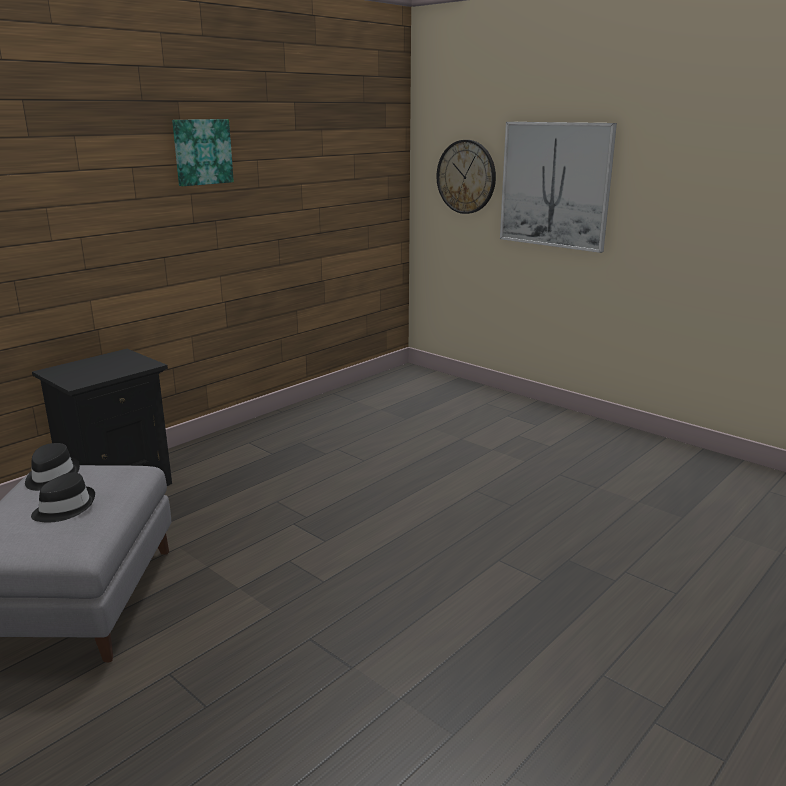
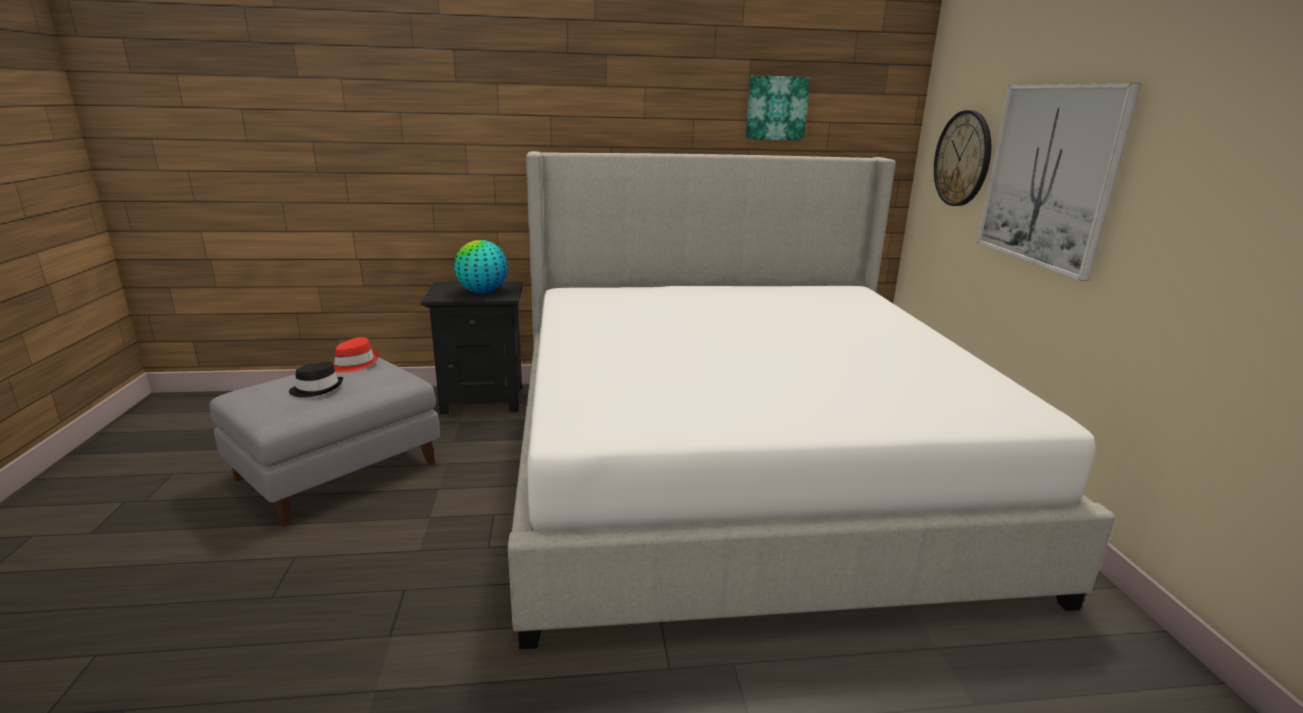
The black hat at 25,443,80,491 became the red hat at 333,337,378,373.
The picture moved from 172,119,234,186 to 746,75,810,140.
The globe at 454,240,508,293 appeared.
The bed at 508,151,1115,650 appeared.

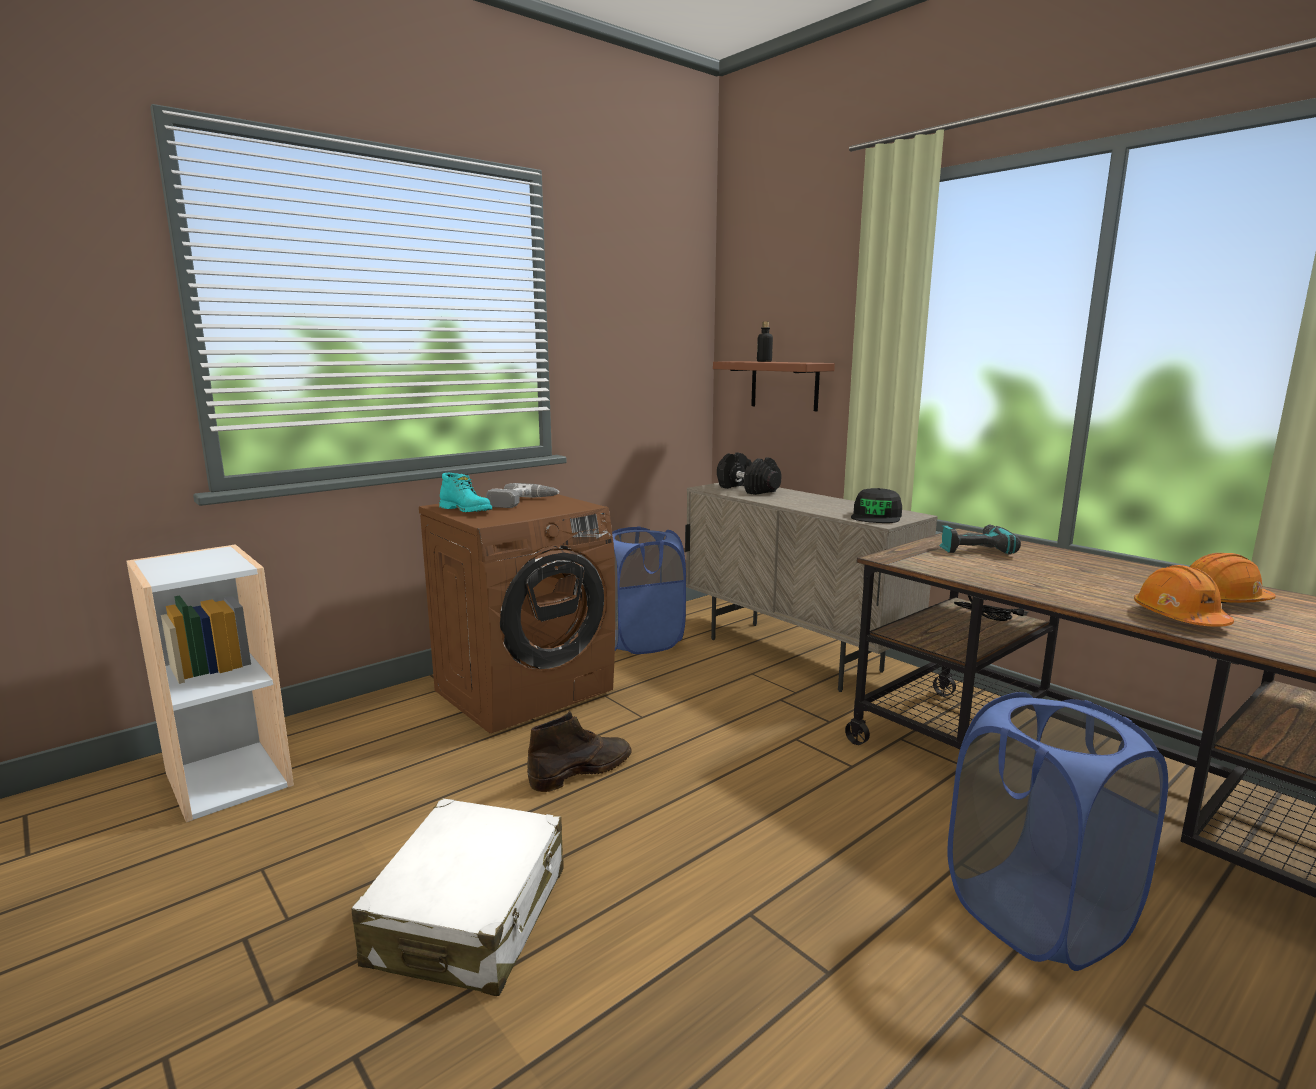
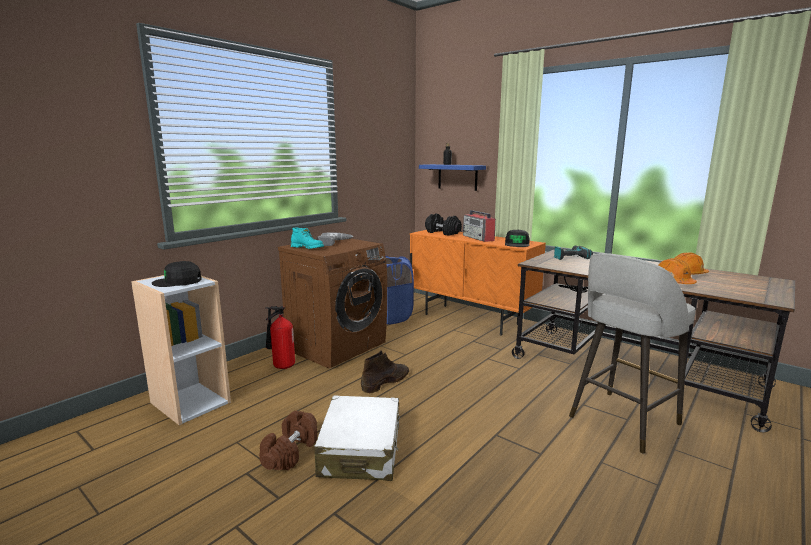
The beige cabinet at 685,483,938,692 became the orange cabinet at 410,230,546,336.
The brown shelf at 713,361,835,411 became the blue shelf at 419,164,486,191.
The blue laundry basket at 947,692,1168,971 was replaced by the grey stool at 569,253,695,454.
The black cap at 152,261,202,287 appeared.
The brown dumbbell at 259,411,317,471 appeared.
The fire extinguisher at 265,306,295,369 appeared.
The radio at 463,210,496,242 appeared.

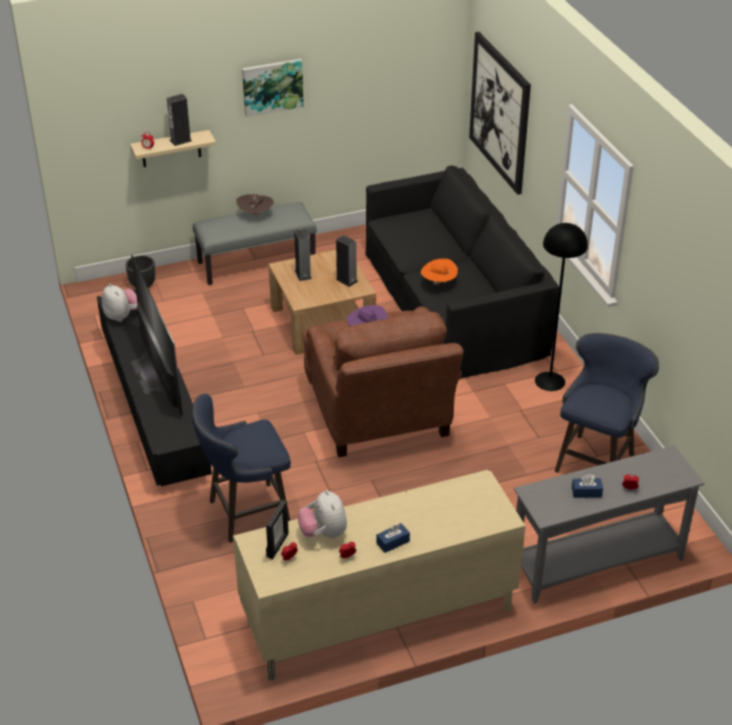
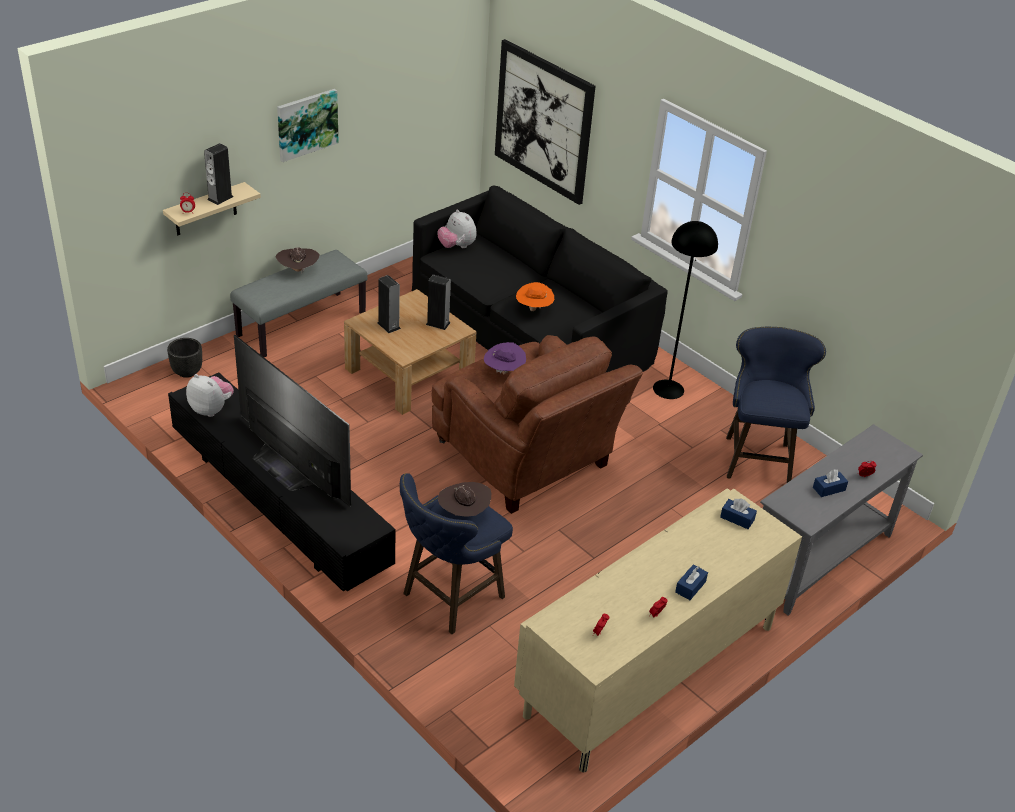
The picture frame at 266,500,289,559 disappeared.
The plush toy moved from 298,490,347,538 to 438,210,477,248.
The brown hat at 438,482,491,517 appeared.
The blue tissue box at 720,498,757,529 appeared.

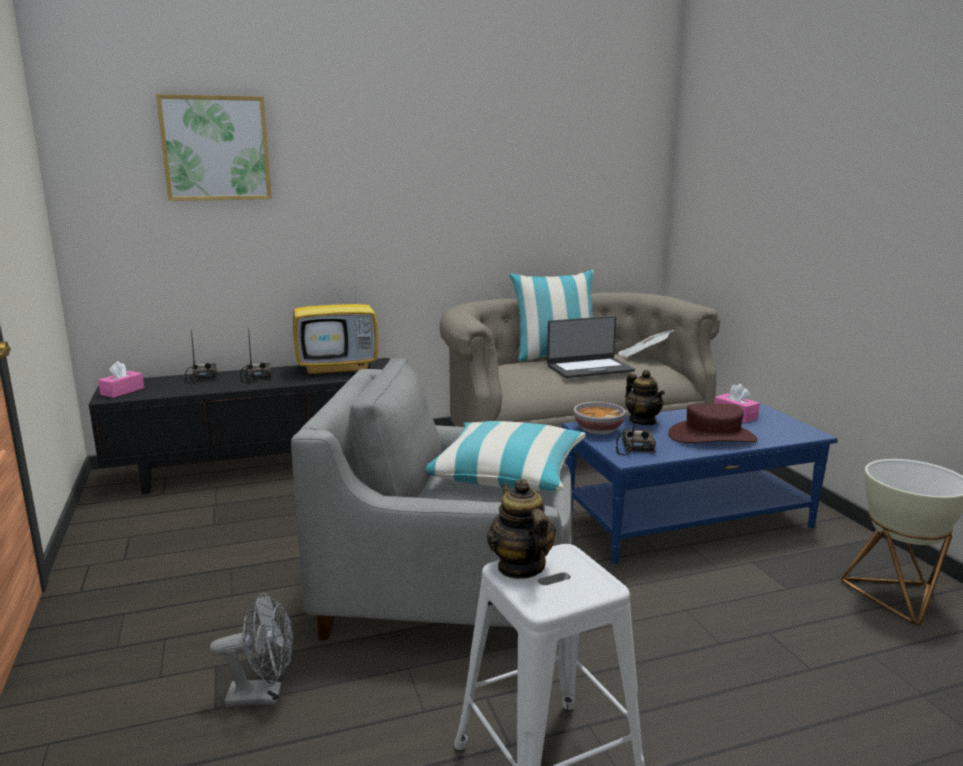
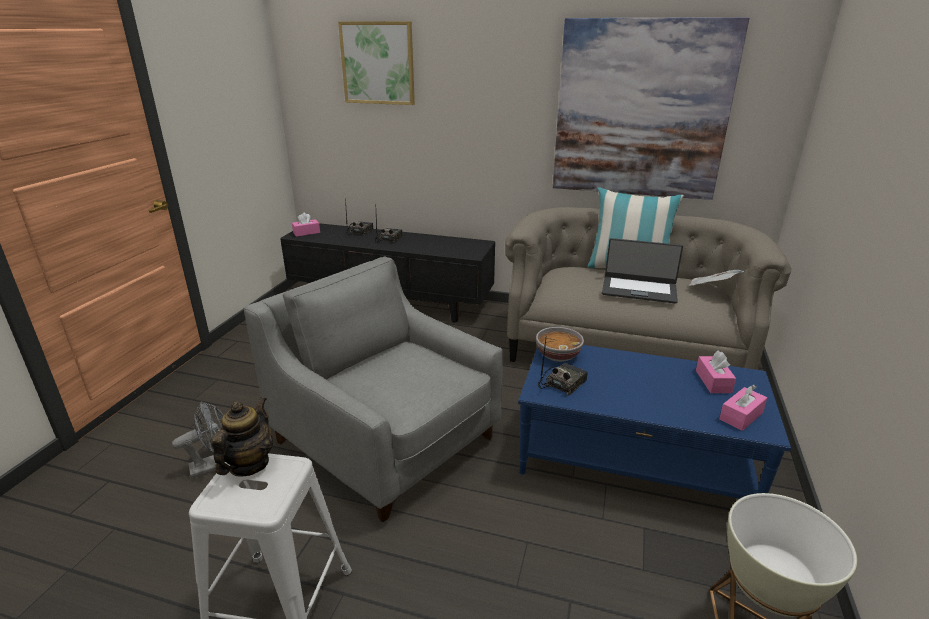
The grey fan at 210,593,293,707 turned 60 degrees counterclockwise.
The television at 293,267,378,376 disappeared.
The pillow at 426,421,586,491 disappeared.
The teapot at 625,370,665,425 disappeared.
The brown hat at 668,404,758,443 disappeared.
The picture at 553,17,750,200 appeared.
The pink tissue box at 719,385,767,431 appeared.

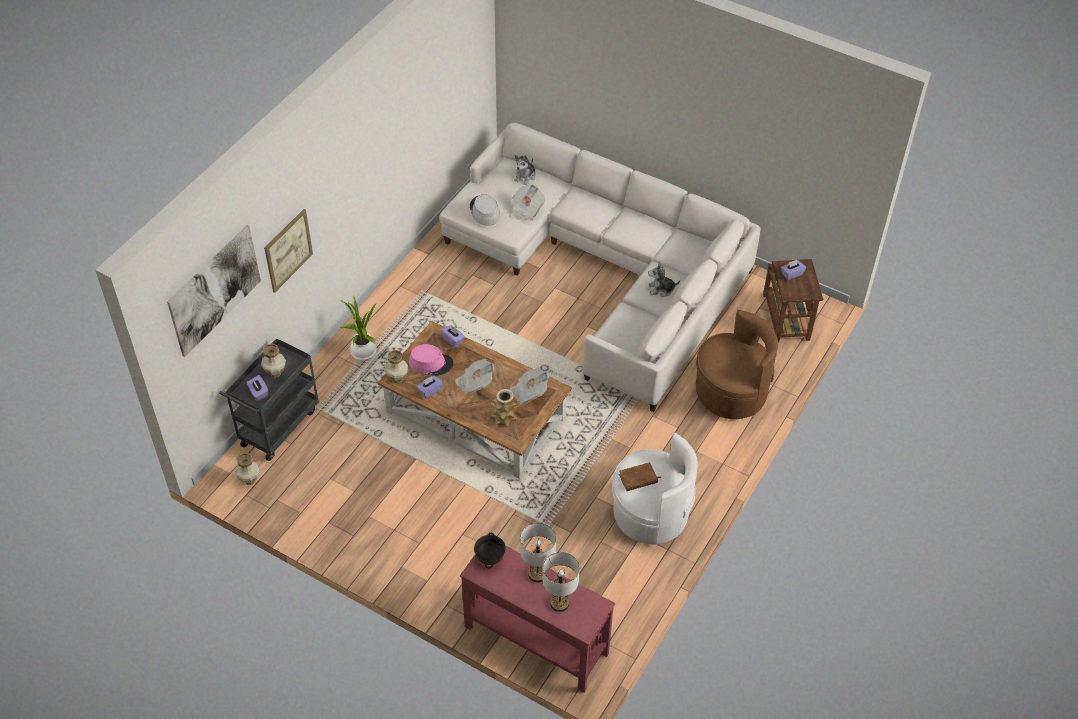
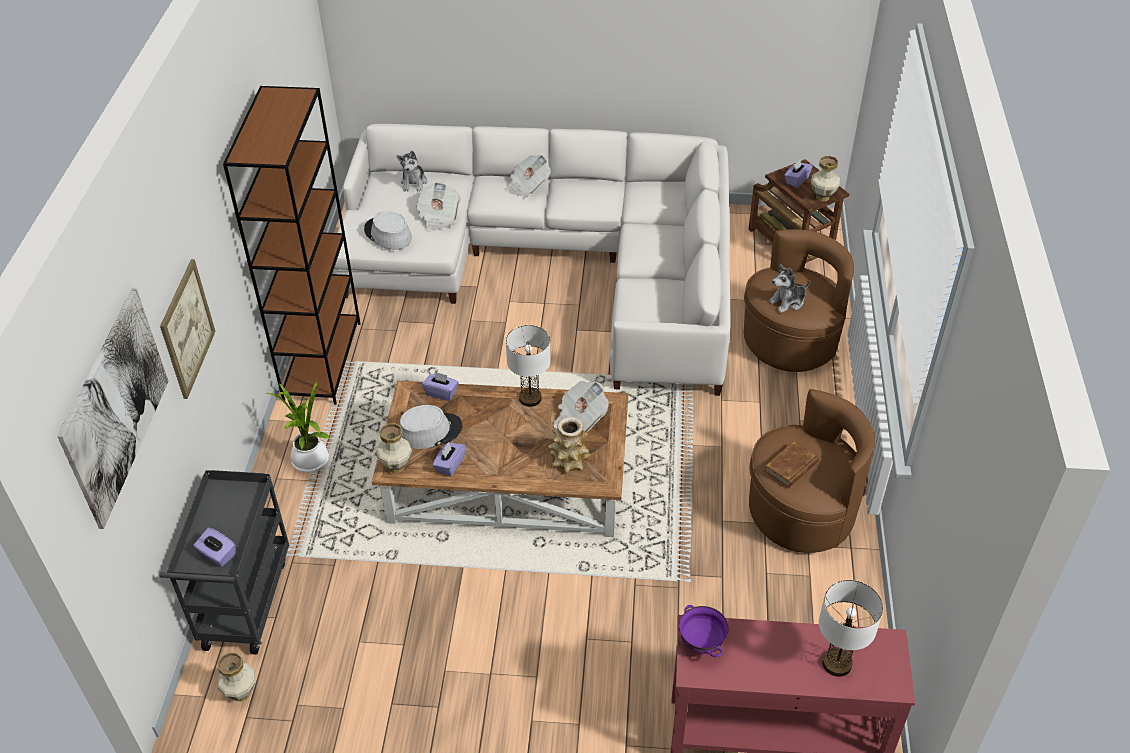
The vase moved from 261,344,286,378 to 811,156,840,202.
The pink hat at 409,344,454,375 became the grey hat at 399,405,463,449.
The newspaper moved from 455,359,495,395 to 506,155,551,197.
The black bowl at 474,533,506,568 became the purple bowl at 679,605,729,657.
The table lamp moved from 520,523,556,582 to 506,325,551,407.
The white armchair at 612,432,698,545 became the brown armchair at 749,389,875,553.
The plush toy moved from 648,262,680,297 to 768,264,810,313.
The brown bookcase at 223,86,361,405 appeared.

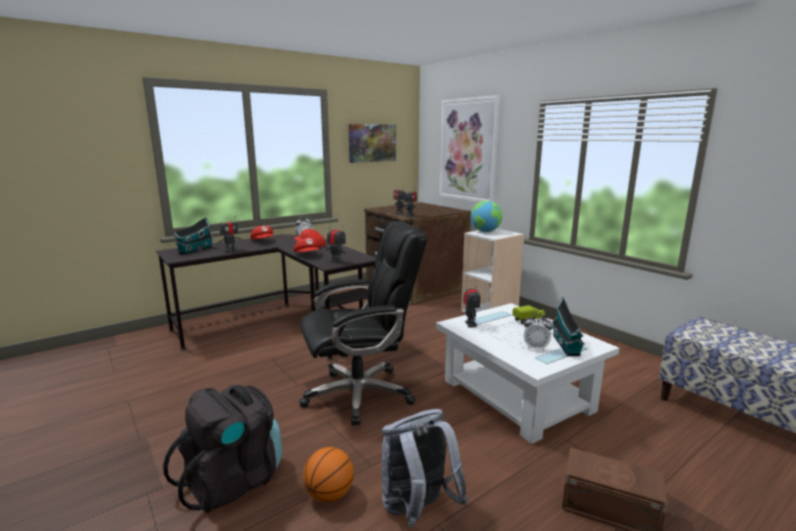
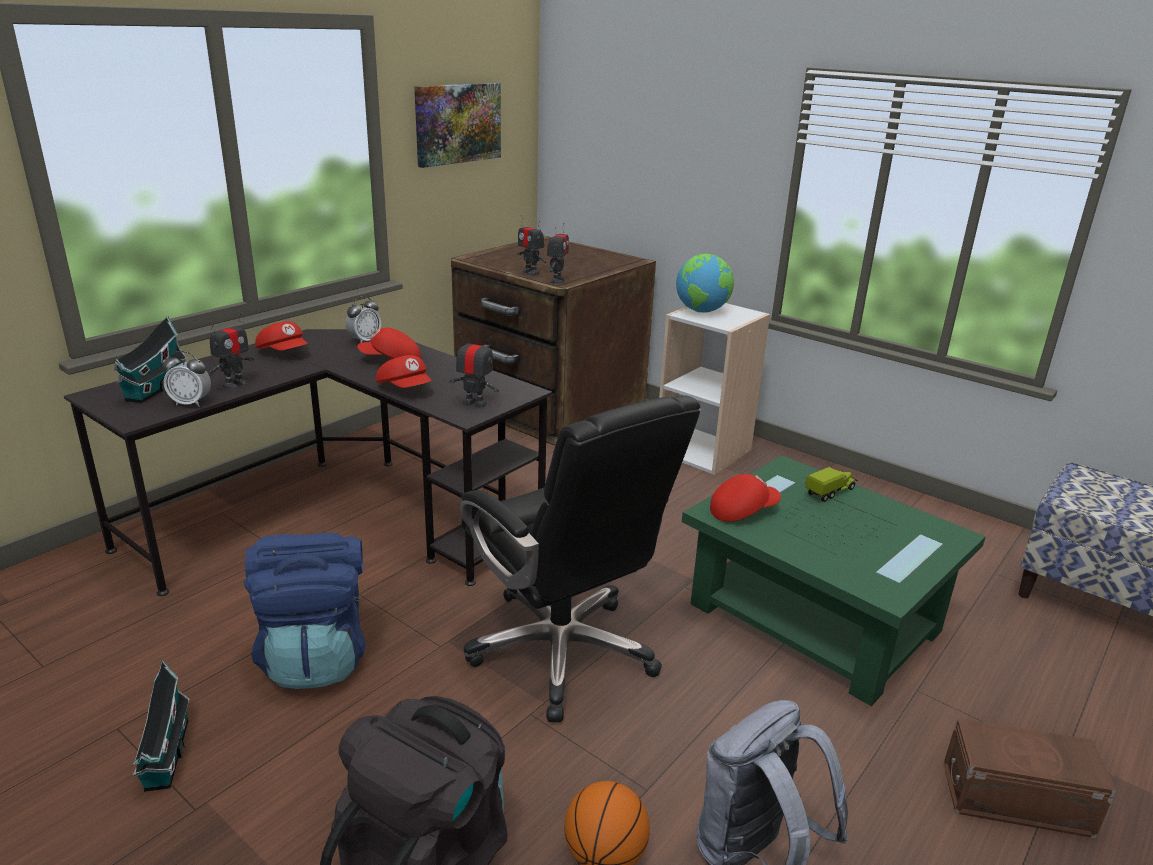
The black office chair at 299,221,427,426 turned 90 degrees clockwise.
The white coffee table at 436,303,619,444 became the green coffee table at 682,455,986,706.
The picture at 439,95,500,202 disappeared.
The toy robot at 463,285,481,328 was replaced by the red cap at 710,474,781,522.
The alarm clock moved from 524,314,553,351 to 162,351,211,407.
The toy house moved from 552,297,585,356 to 133,660,189,792.
The blue backpack at 243,533,365,689 appeared.

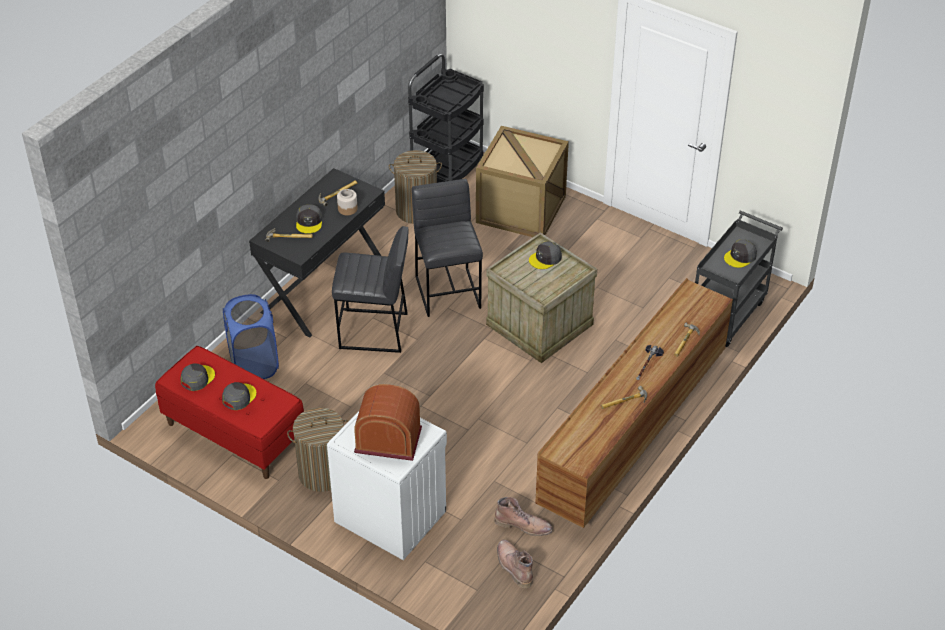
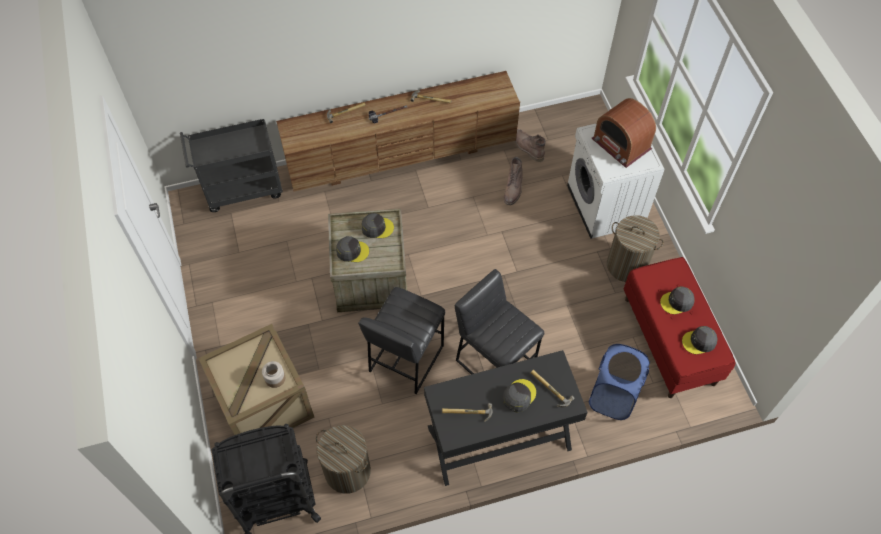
The jar moved from 337,189,357,215 to 262,361,285,388.
The brown boot moved from 497,540,533,588 to 504,157,523,205.
The grey cap moved from 724,239,757,268 to 362,213,394,238.

